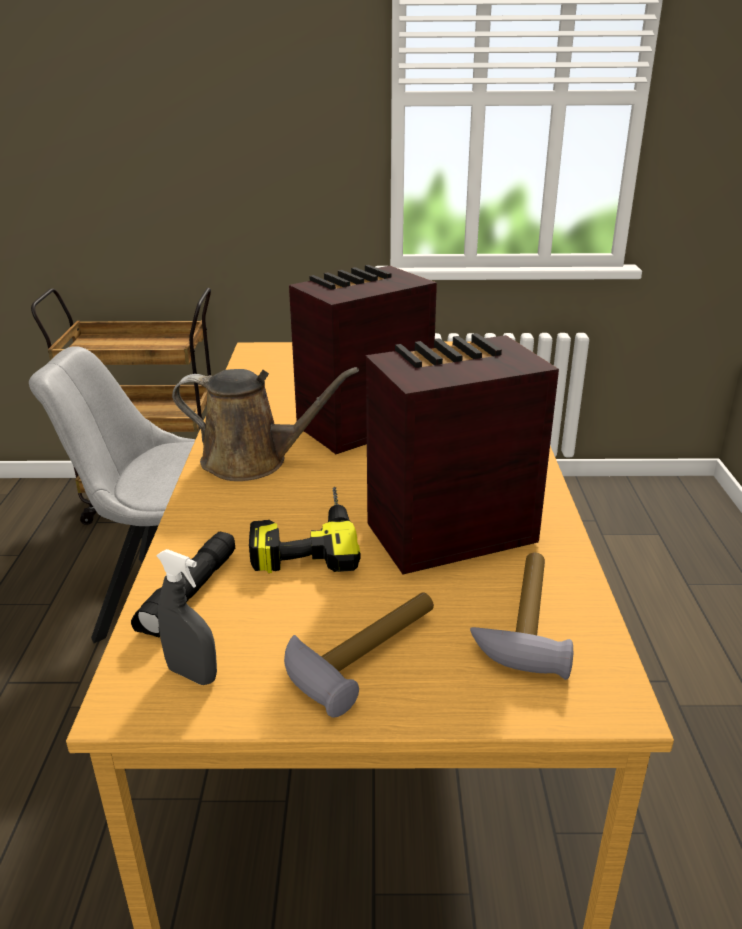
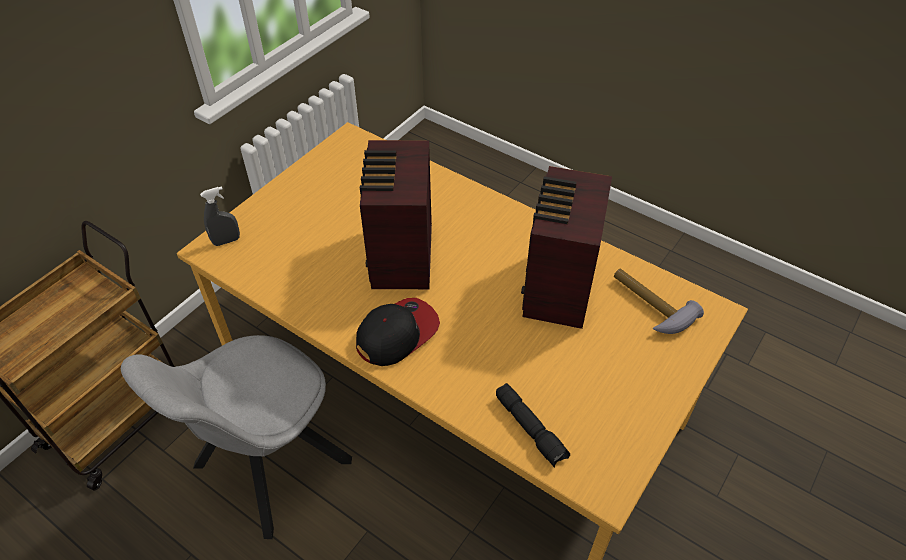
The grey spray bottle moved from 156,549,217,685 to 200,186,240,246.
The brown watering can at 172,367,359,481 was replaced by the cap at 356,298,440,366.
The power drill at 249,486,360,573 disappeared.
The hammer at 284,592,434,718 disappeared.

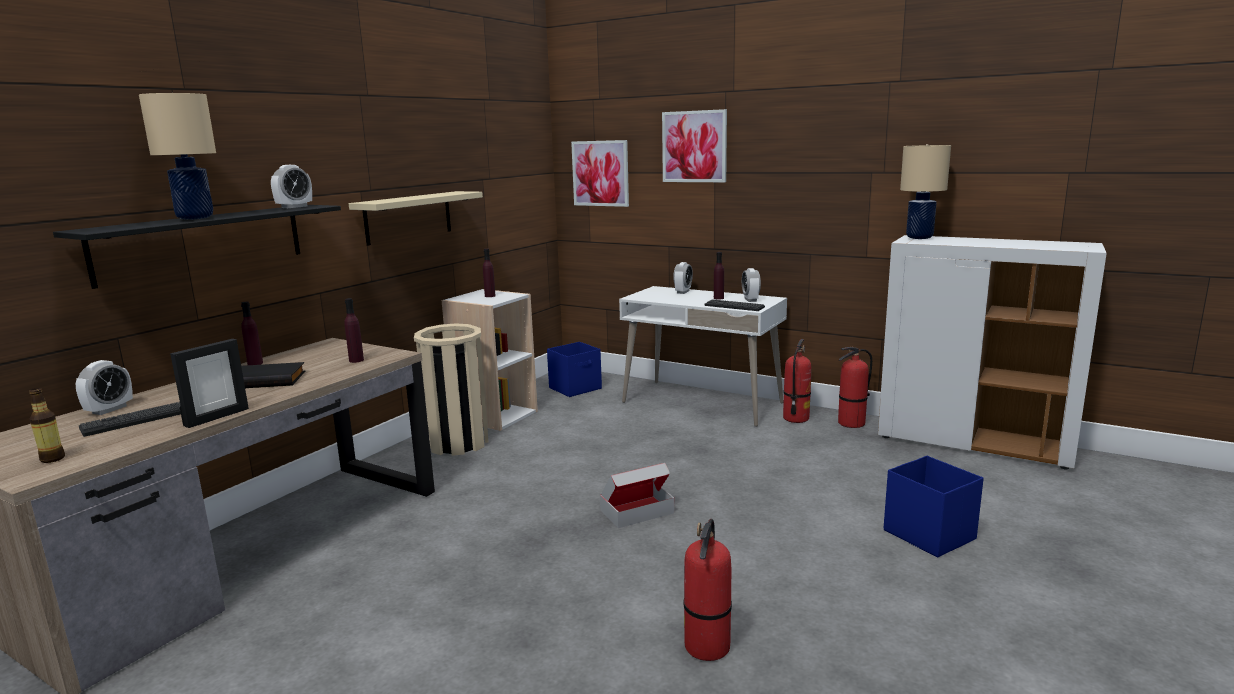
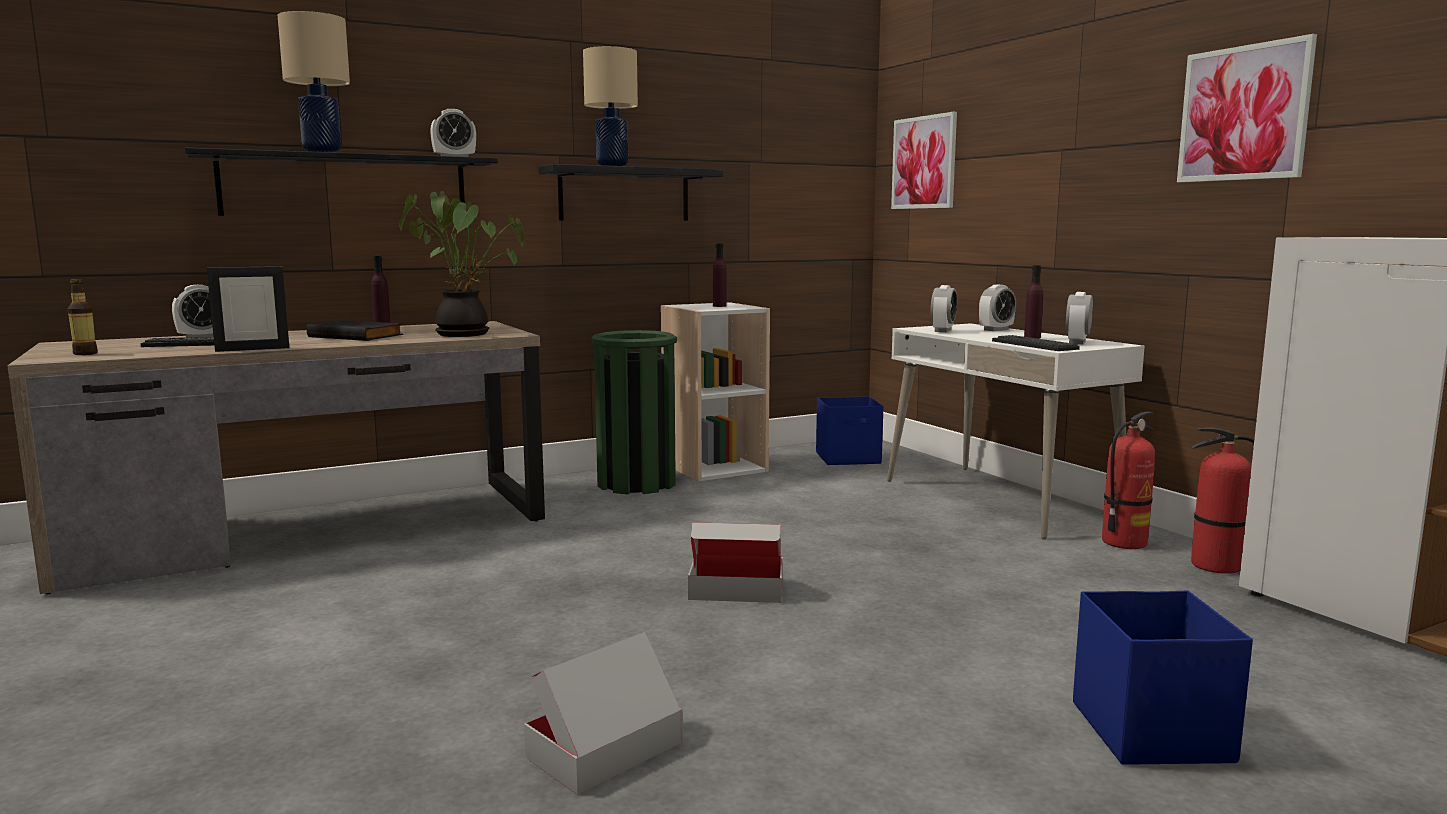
The purple bottle at 344,298,364,363 was replaced by the potted plant at 399,191,525,337.
The beige shelf at 349,191,483,246 became the black shelf at 538,164,723,221.
The beige trash can at 414,323,488,456 became the green trash can at 592,330,677,494.
The picture moved from 662,109,727,182 to 1177,34,1317,182.
The fire extinguisher at 684,519,732,661 was replaced by the cardboard box at 524,632,683,795.
The beige table lamp moved from 900,144,951,239 to 583,46,638,166.
The alarm clock at 931,285,957,332 appeared.

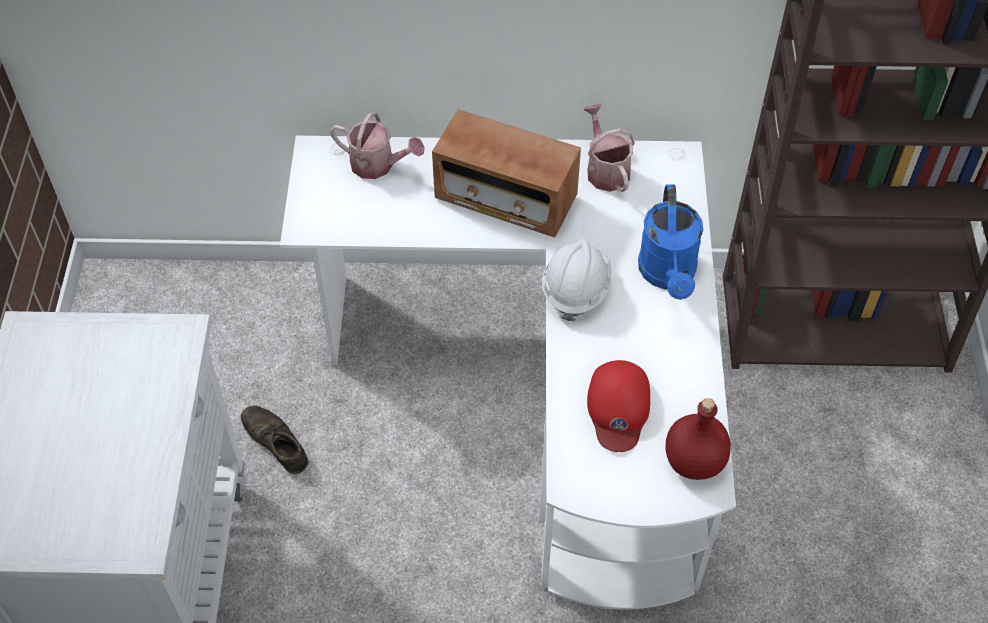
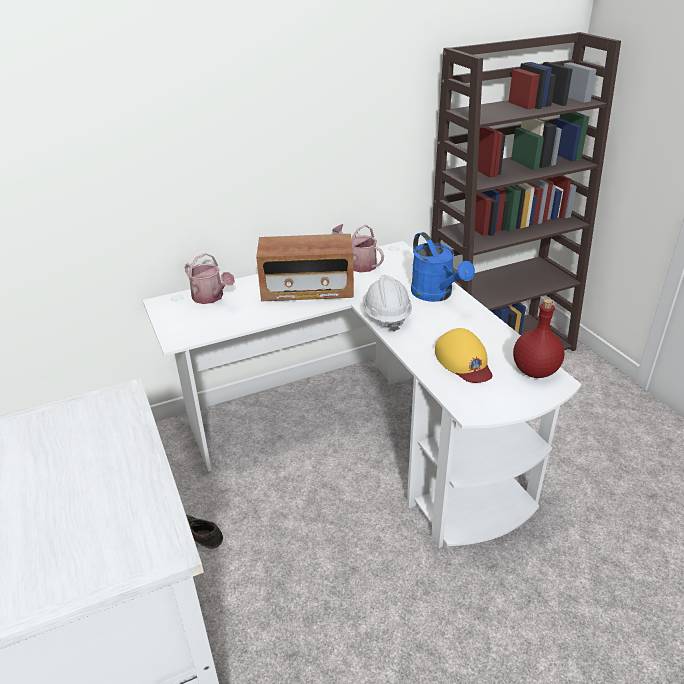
The watering can at 330,112,425,179 turned 45 degrees clockwise.
The red cap at 587,360,650,452 became the yellow cap at 435,328,492,383.

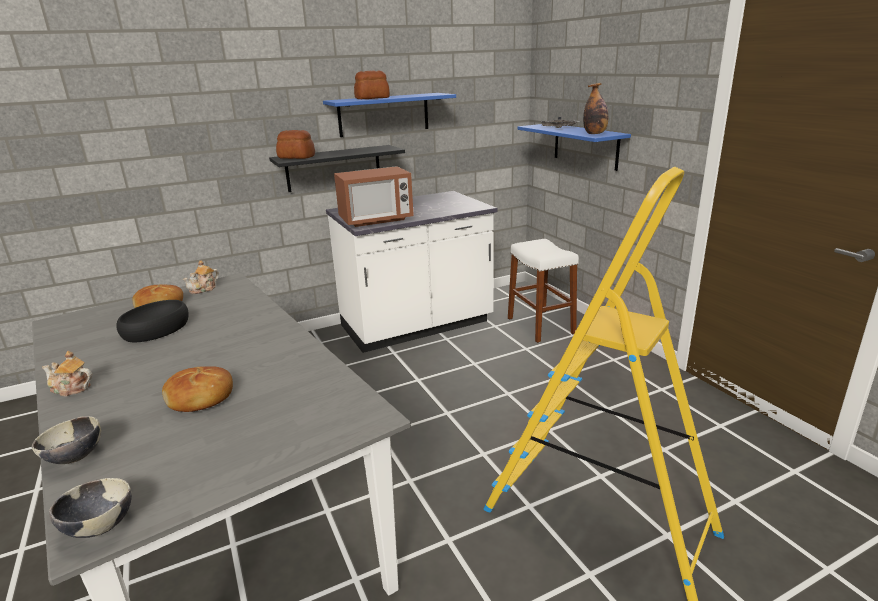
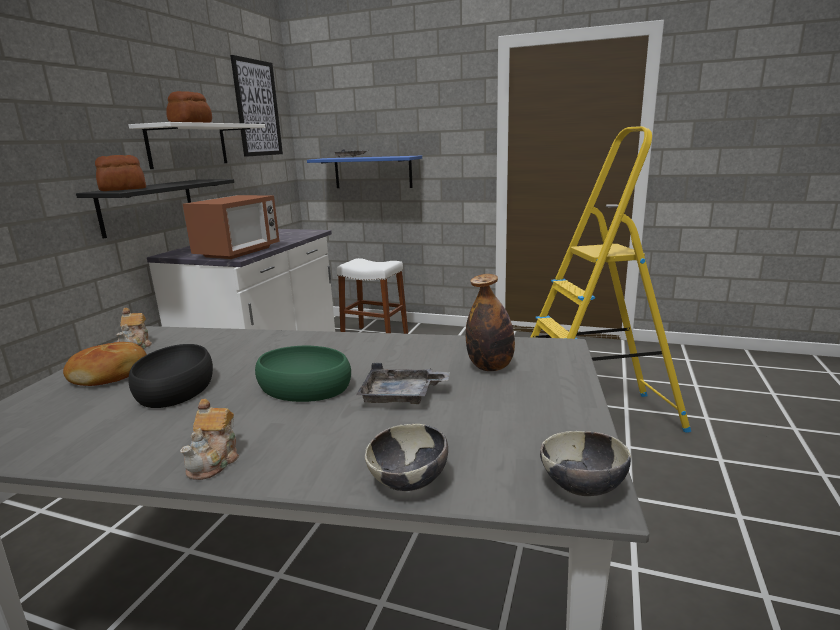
The teapot at 42,351,92,396 turned 45 degrees counterclockwise.
The bread at 162,366,233,412 was replaced by the grey tray at 356,363,450,404.
The blue shelf at 323,93,456,137 became the white shelf at 128,122,265,169.
The bottle moved from 583,83,608,134 to 466,274,515,371.
The picture at 230,55,283,157 appeared.
The green bowl at 255,346,351,402 appeared.

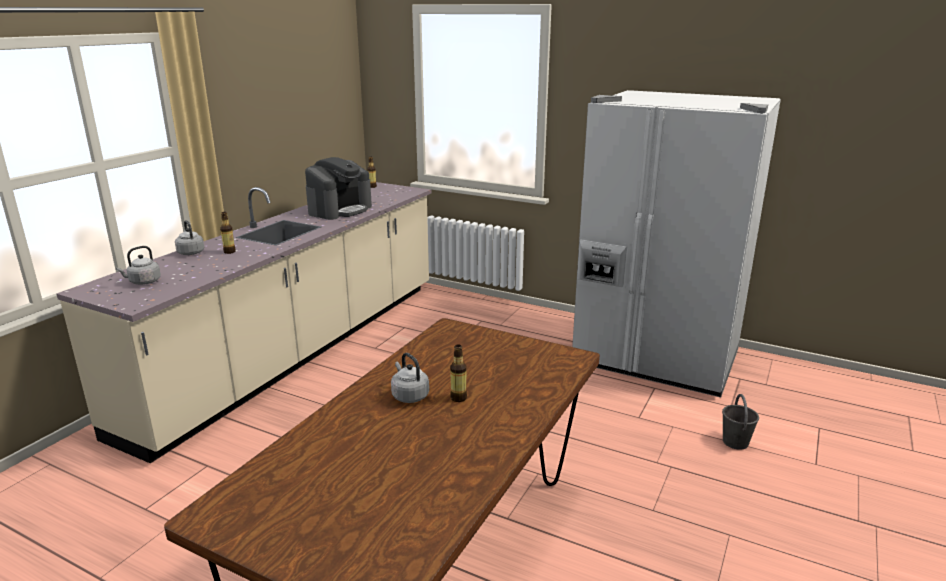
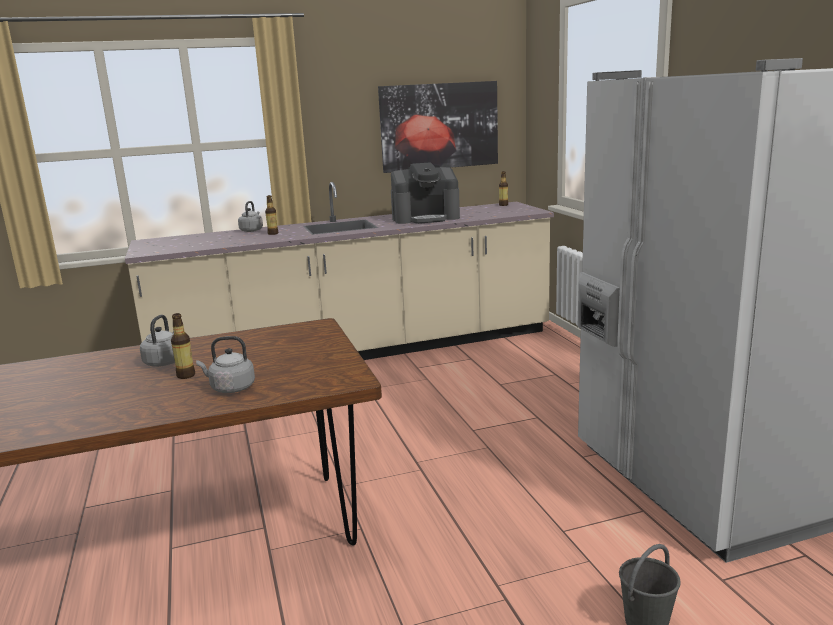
The grey kettle moved from 116,246,161,285 to 196,336,255,393.
The picture at 378,81,498,173 appeared.

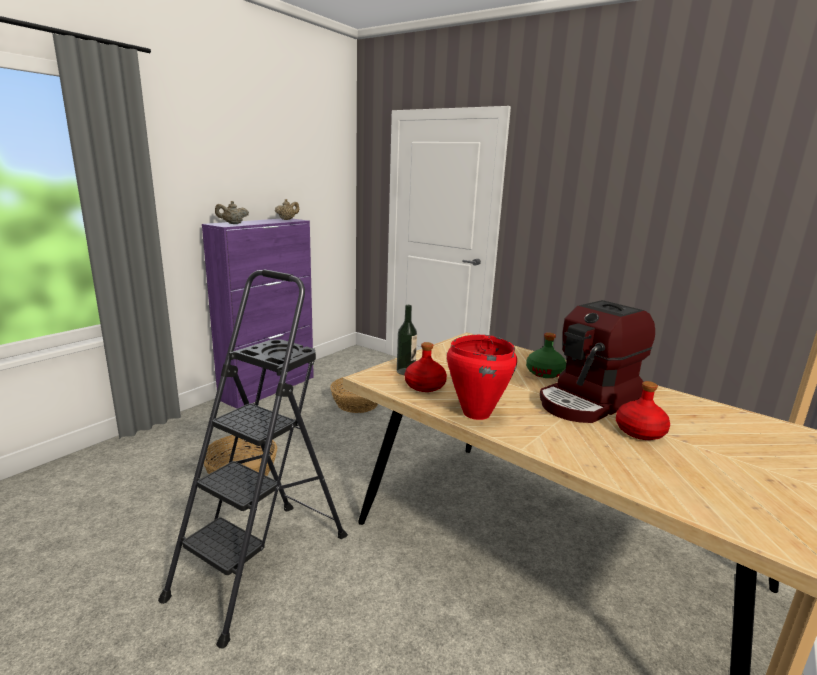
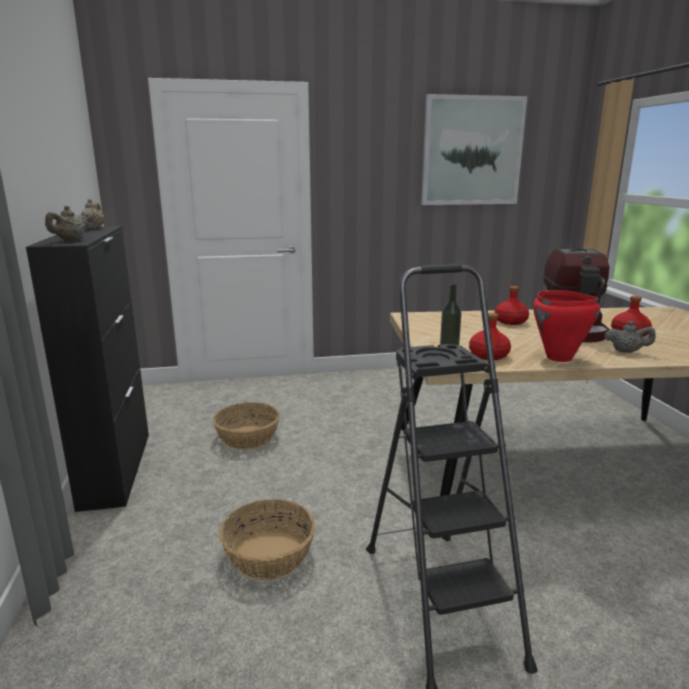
The purple cabinet at 202,219,314,409 became the black cabinet at 26,226,149,512.
The green bottle at 526,333,566,378 became the red bottle at 494,286,529,325.
The picture at 421,94,527,205 appeared.
The grey teapot at 604,321,656,353 appeared.

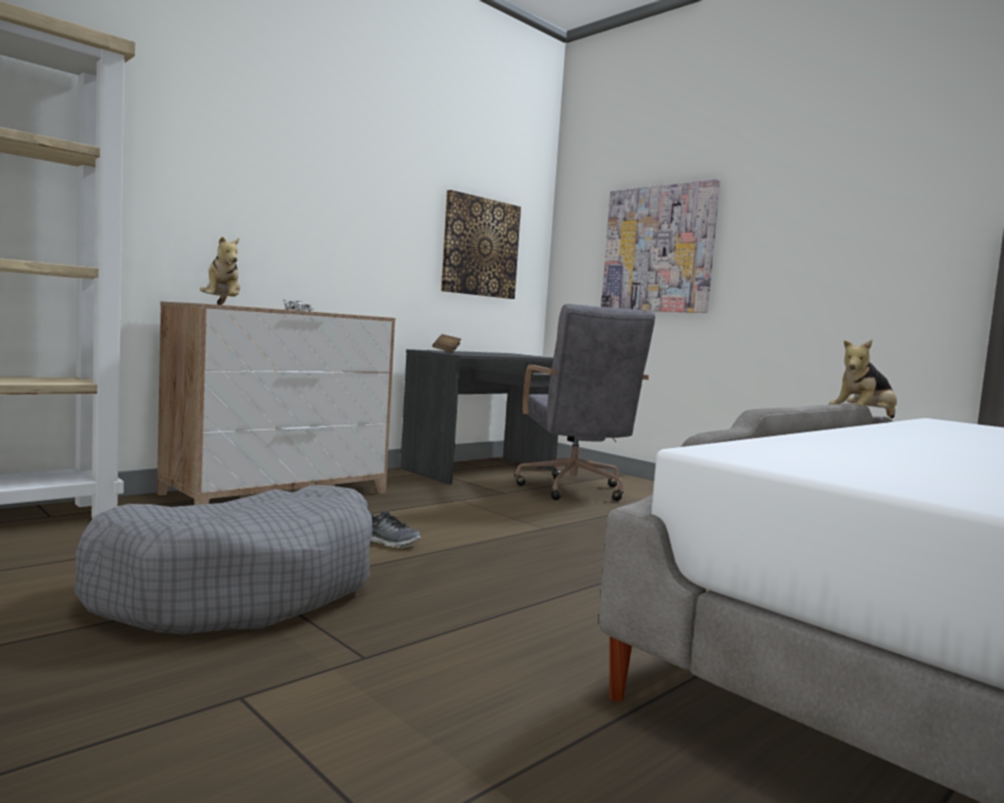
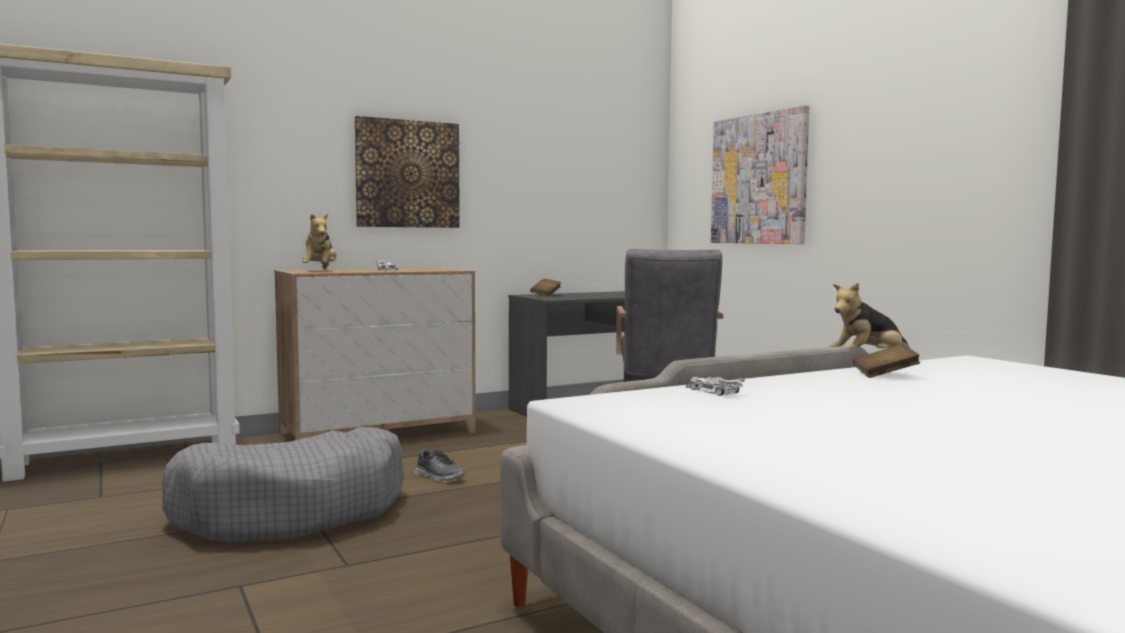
The picture moved from 441,190,521,299 to 355,116,460,228.
The white toy car at 686,377,745,396 appeared.
The brown book at 853,344,920,378 appeared.

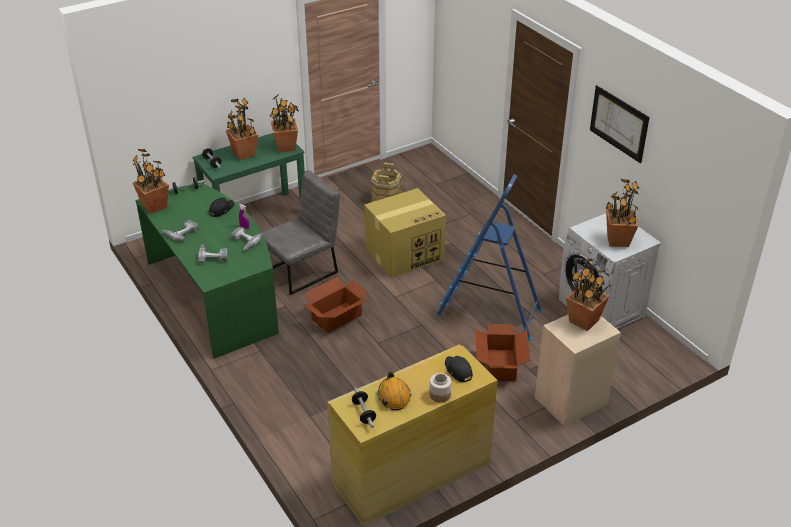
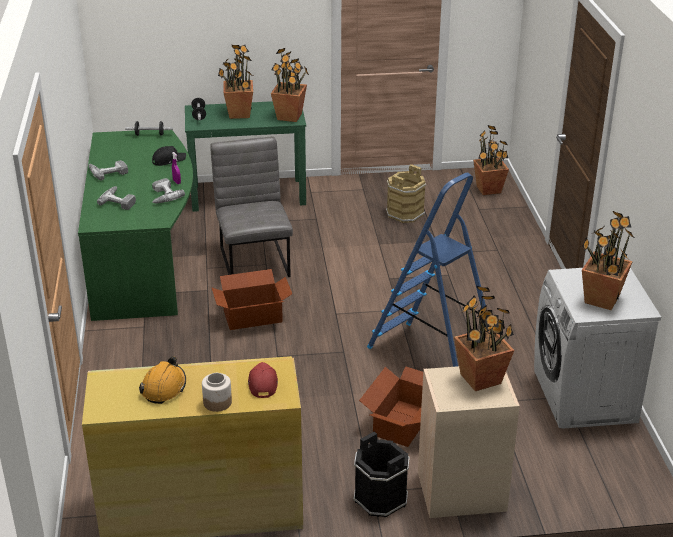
The potted plant moved from 133,149,169,214 to 473,125,509,195.
The grey chair at 262,170,340,295 turned 90 degrees counterclockwise.
The dumbbell at 352,388,376,428 disappeared.
The cardboard box at 364,188,446,278 disappeared.
The black cap at 445,356,473,382 became the red cap at 248,362,278,398.
The picture at 590,85,650,163 disappeared.
The black bucket at 353,432,410,517 appeared.

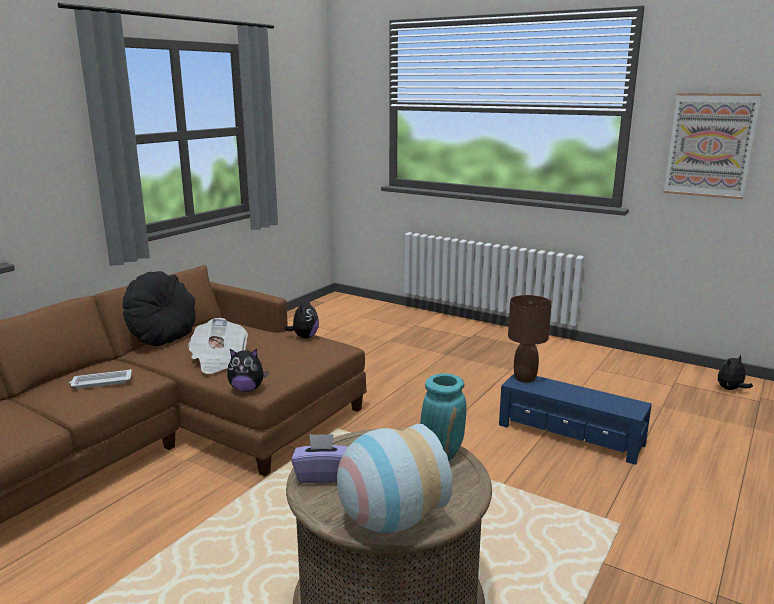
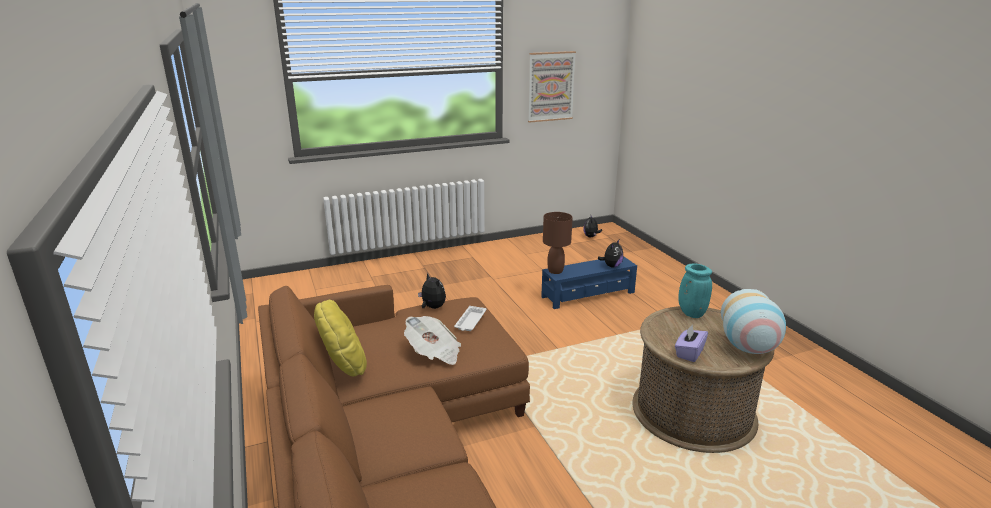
The white tray moved from 69,369,132,389 to 454,306,486,331.
The black pillow at 123,271,195,346 became the yellow pillow at 314,300,367,376.
The plush toy moved from 227,349,269,392 to 598,240,623,268.

